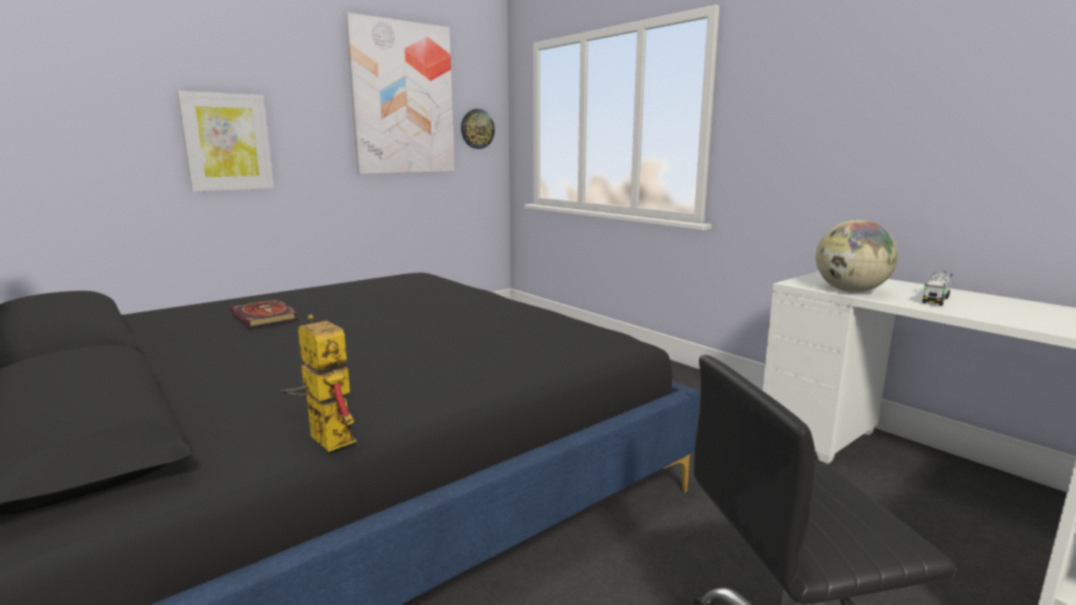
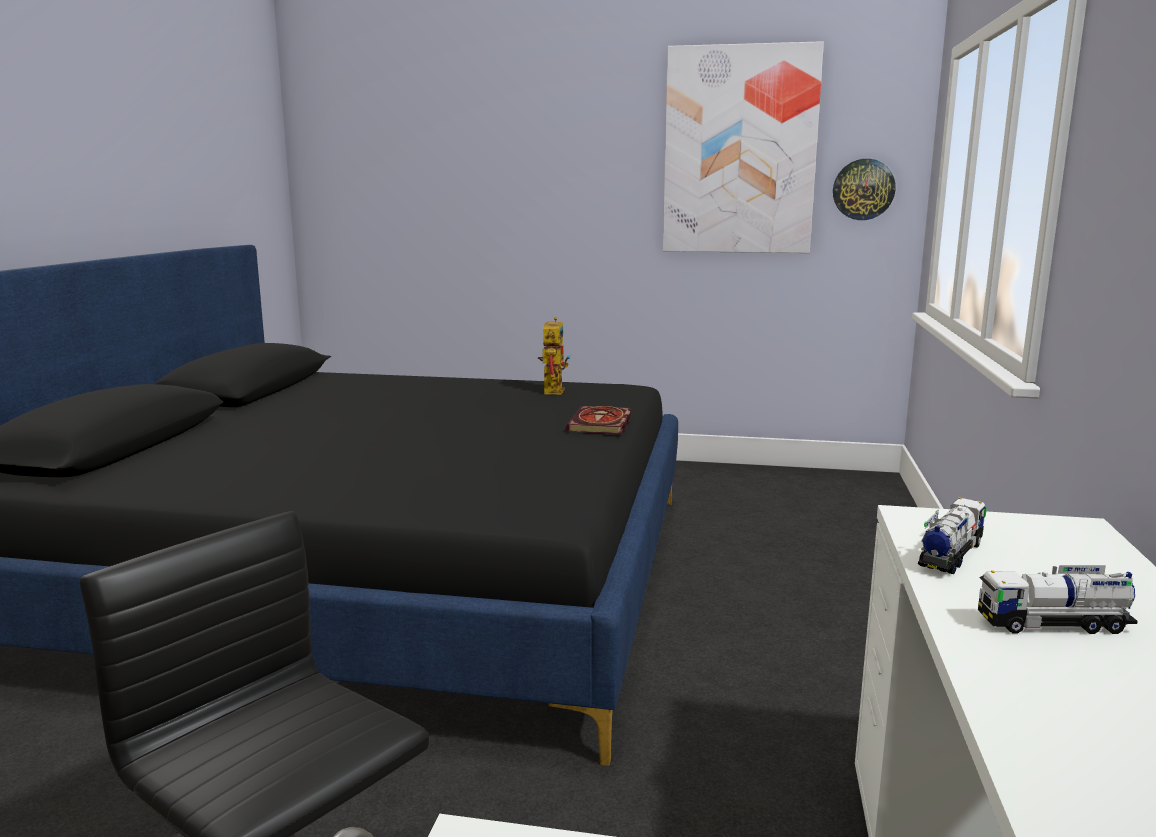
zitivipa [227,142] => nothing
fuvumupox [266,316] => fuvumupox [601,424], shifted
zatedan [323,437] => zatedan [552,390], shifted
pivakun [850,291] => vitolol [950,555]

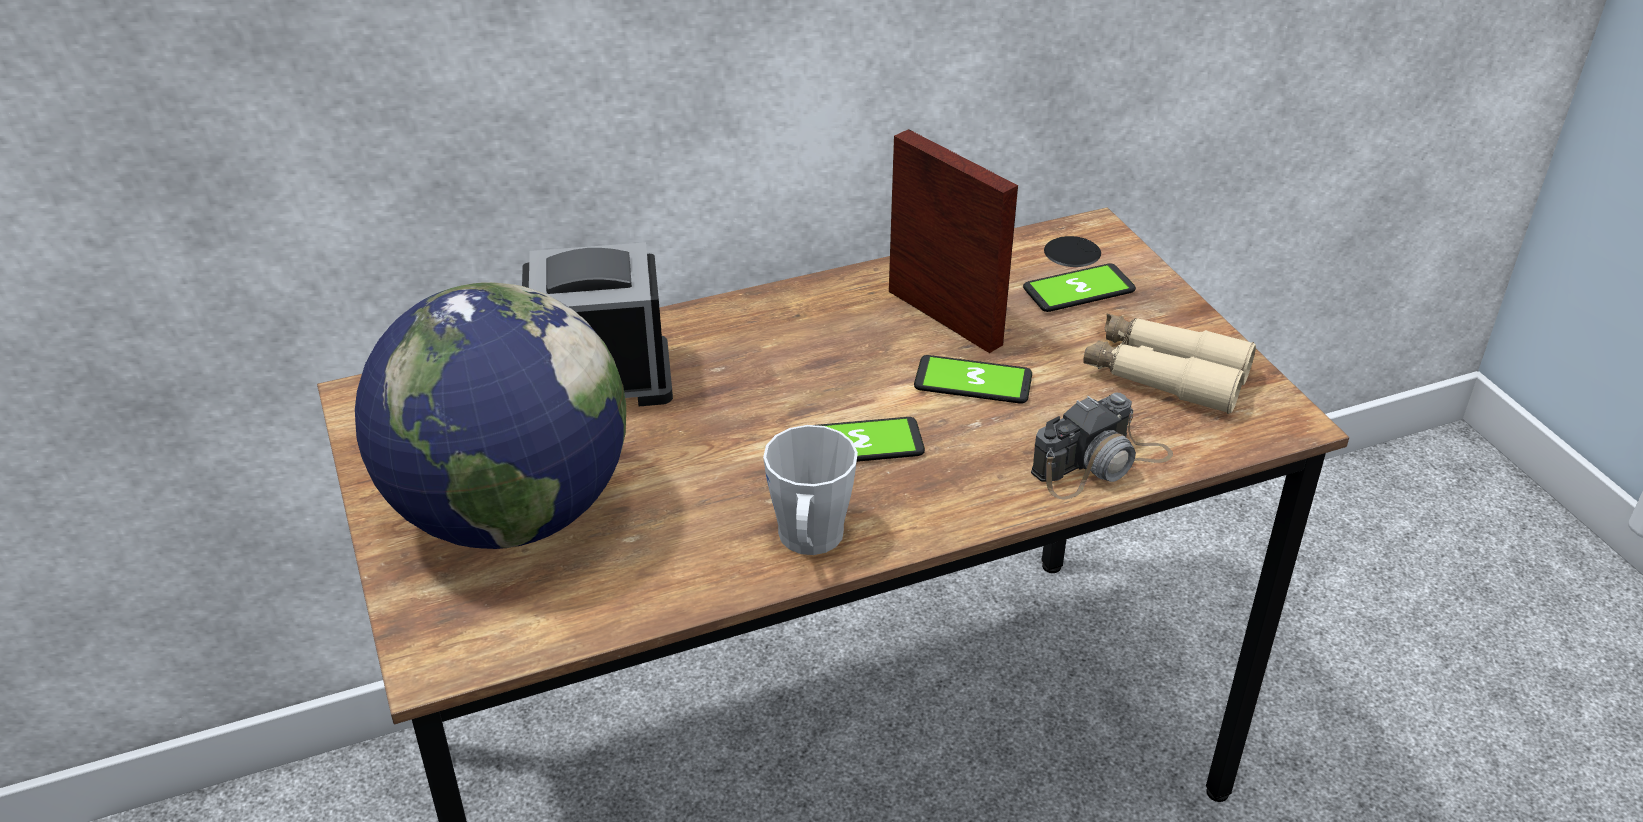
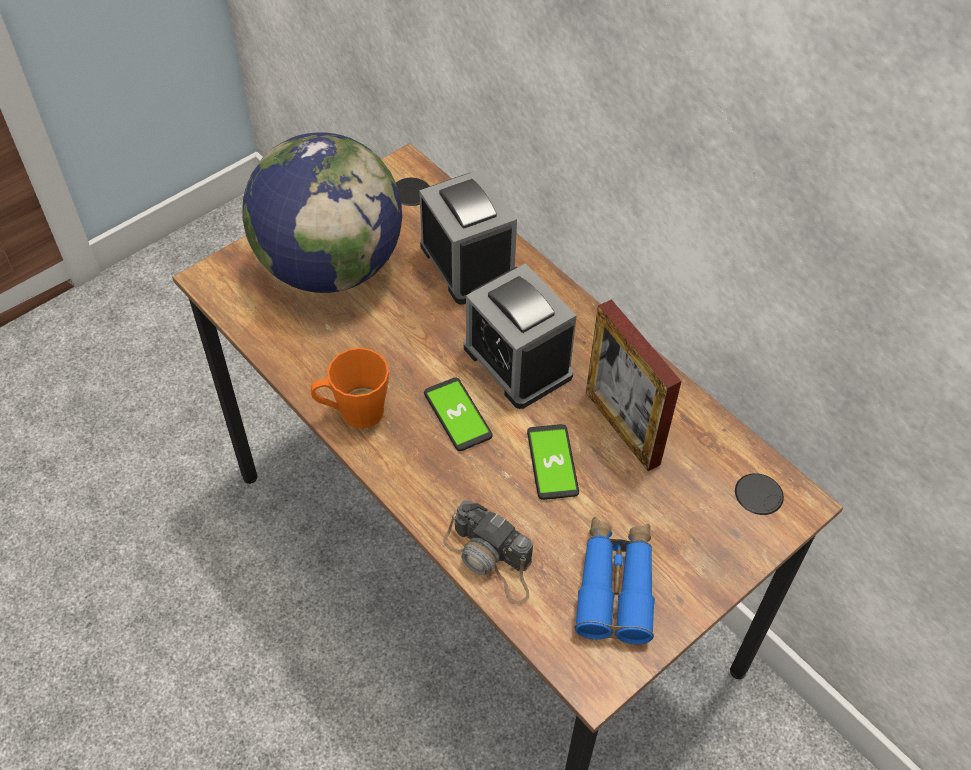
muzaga [1078,290] => nothing
nothing => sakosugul [517,361]
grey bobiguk [809,542] => orange bobiguk [353,412]
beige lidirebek [1164,375] => blue lidirebek [615,585]
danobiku [944,317] => danobiku [622,428], 120 degrees clockwise

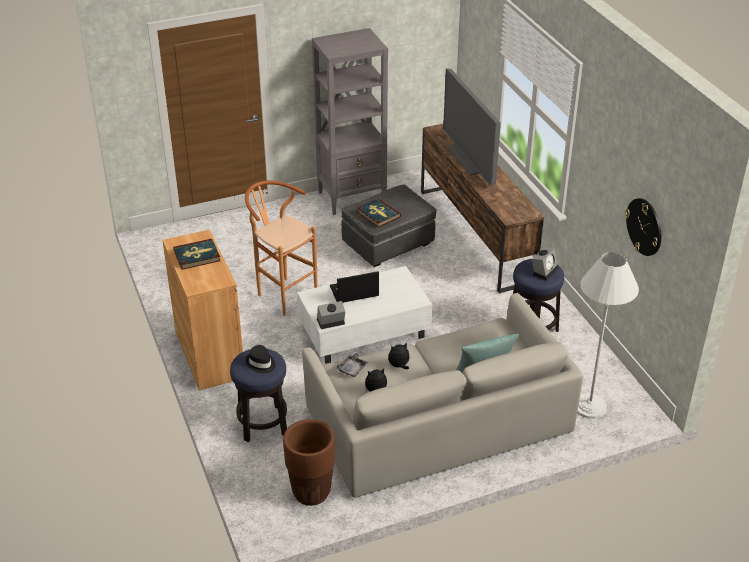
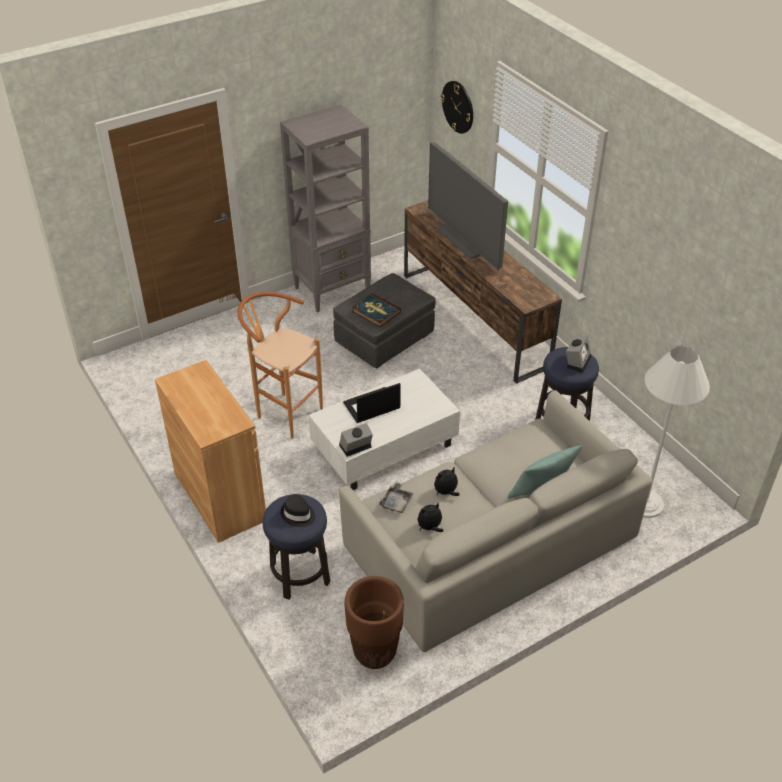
fuvumupox [197,256] => nothing
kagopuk [644,226] => kagopuk [458,107], shifted

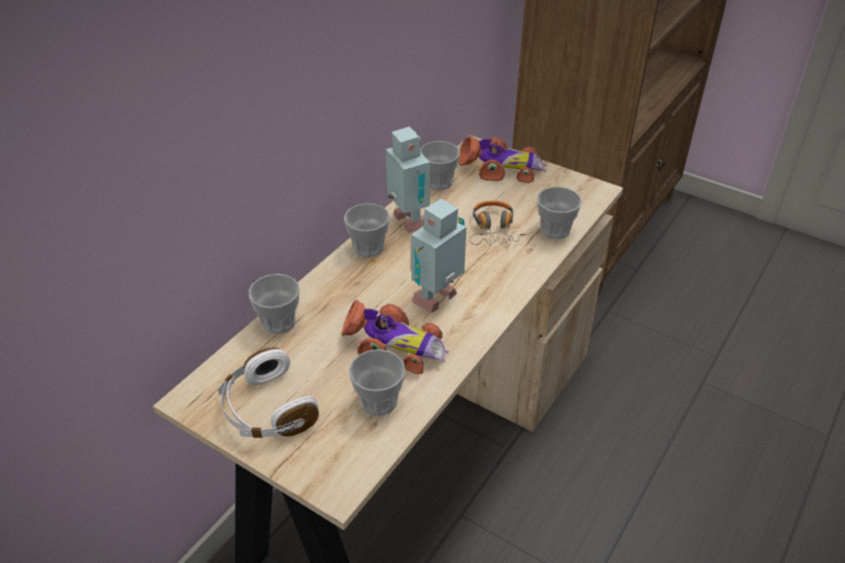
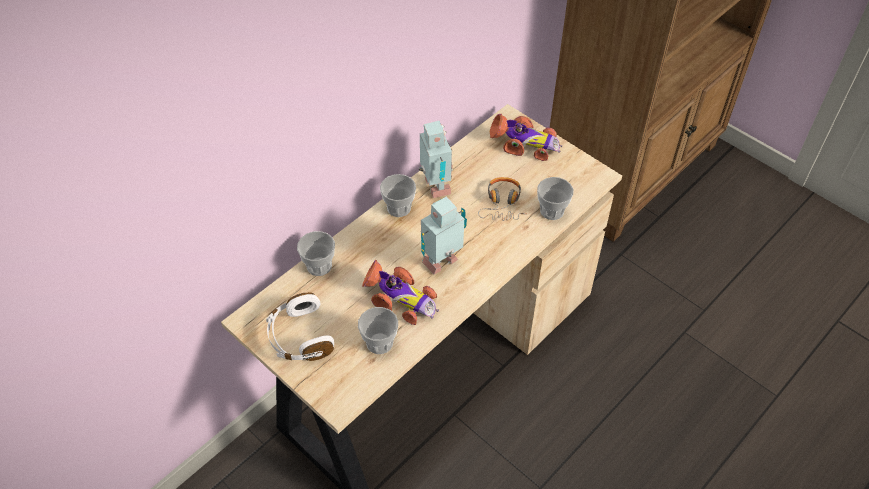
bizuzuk [438,182] => nothing

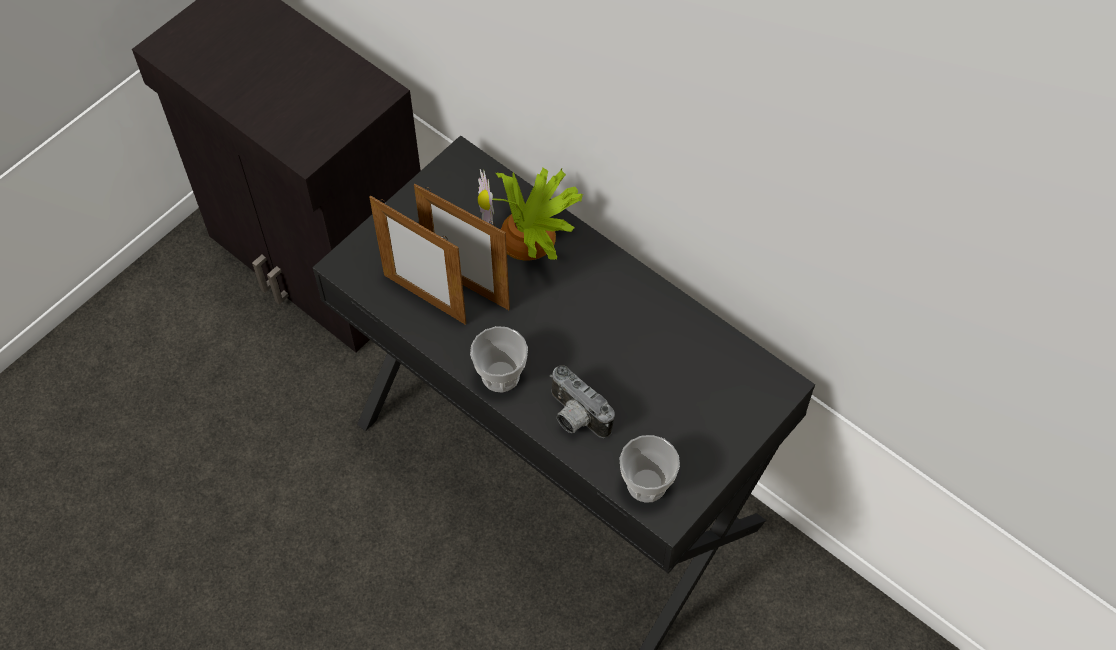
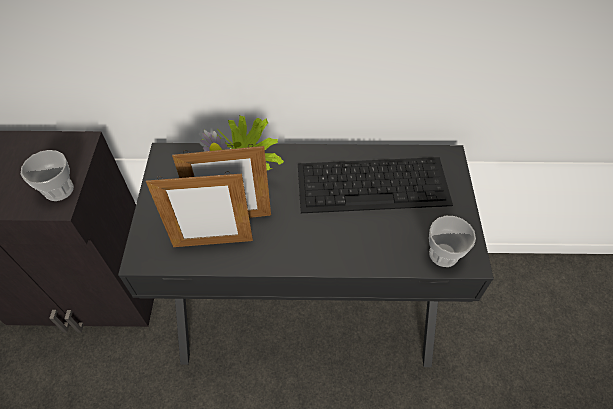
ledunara [575,417] => nothing
nothing => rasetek [374,184]
bizuzuk [500,375] => bizuzuk [59,190], shifted

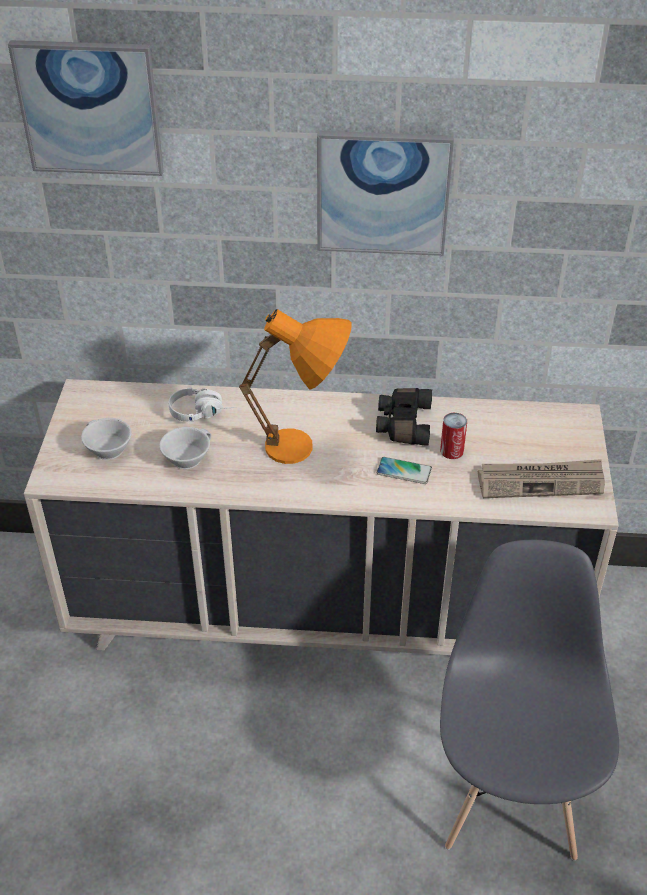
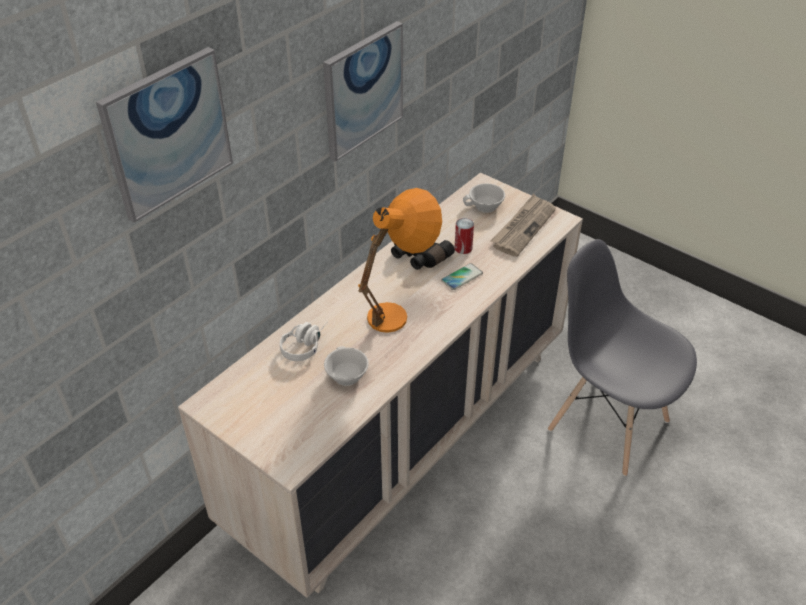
white bizuzuk [106,449] => white bizuzuk [485,207], shifted

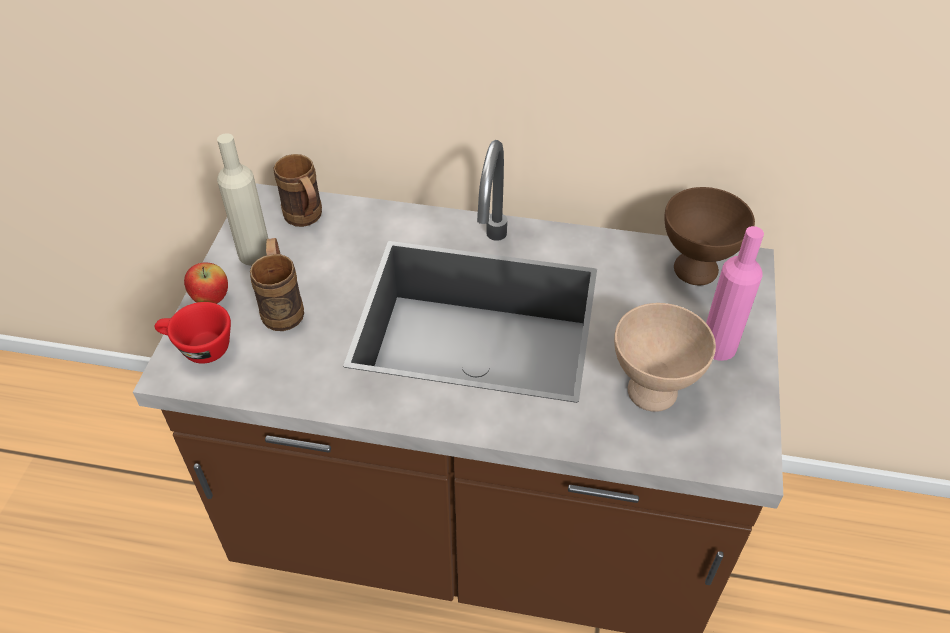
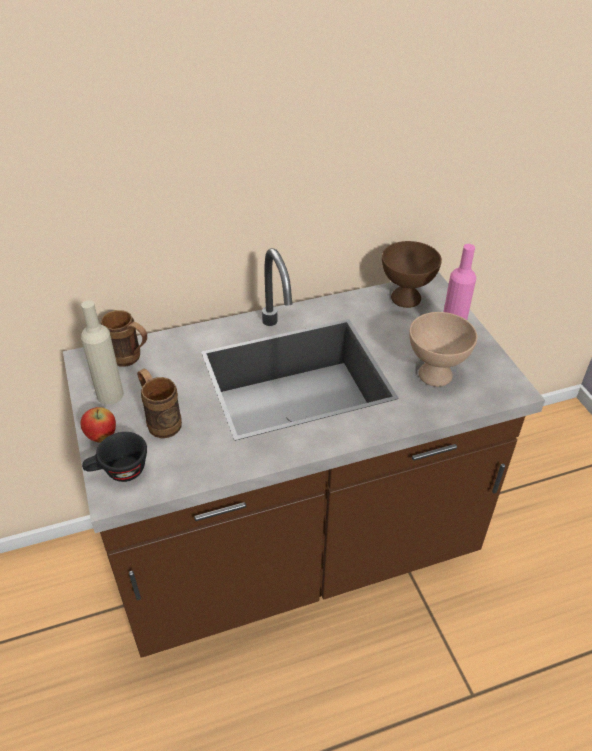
red bizuzuk [198,348] => black bizuzuk [119,472]

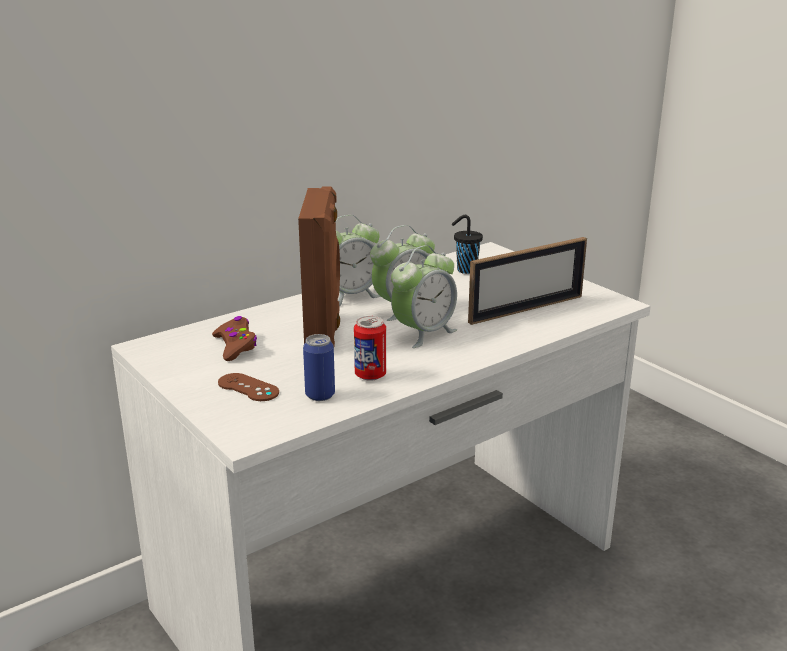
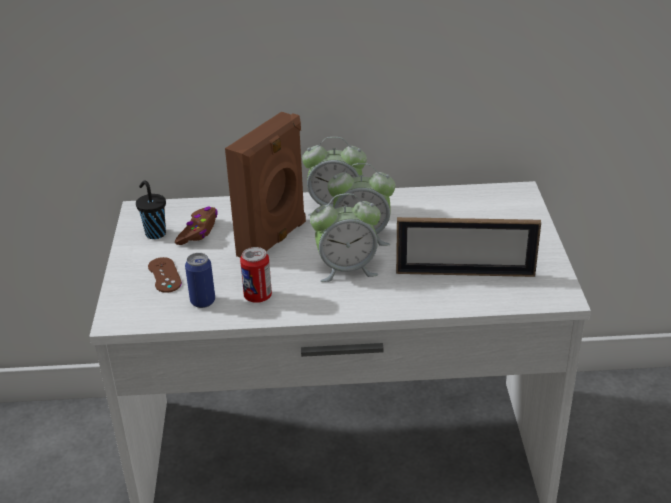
black bizuzuk [465,270] => black bizuzuk [155,233], shifted

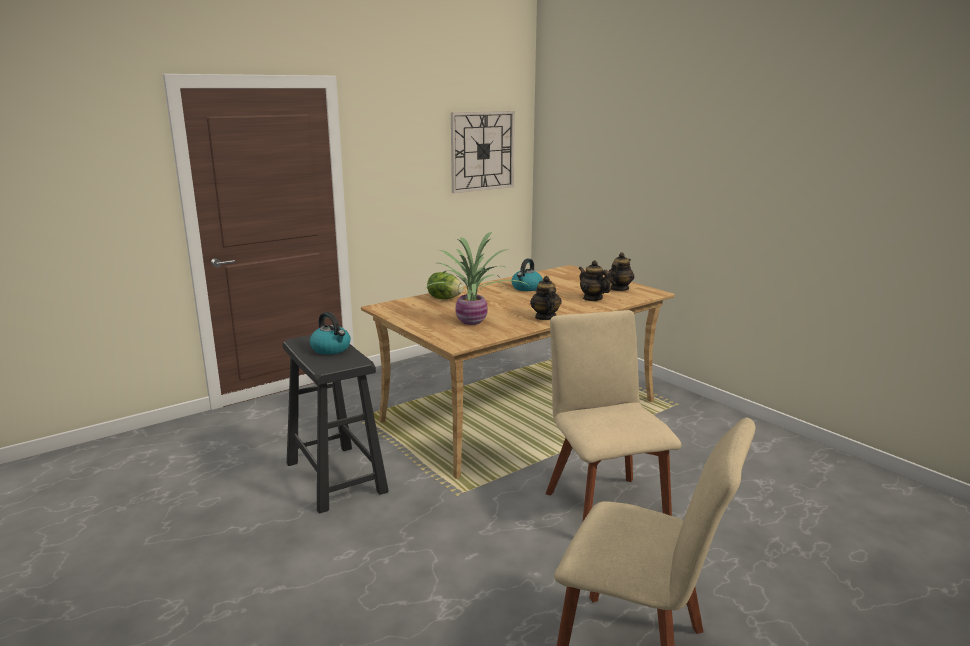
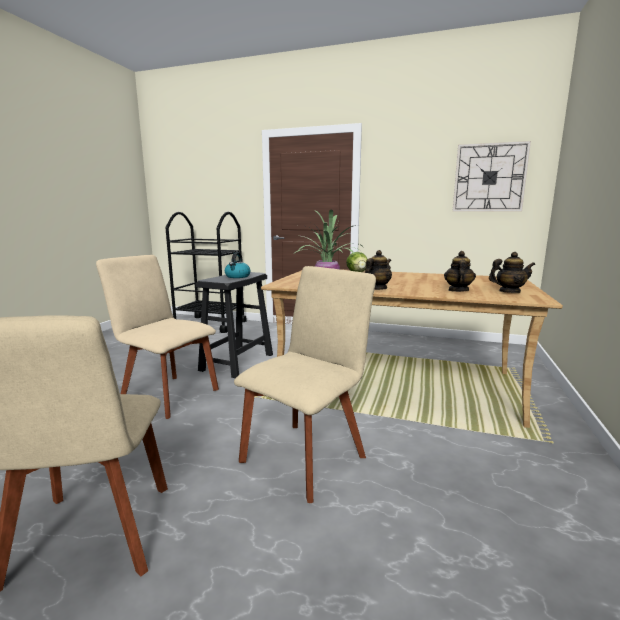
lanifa [526,288] => nothing
nothing => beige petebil [167,395]
nothing => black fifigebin [210,324]

